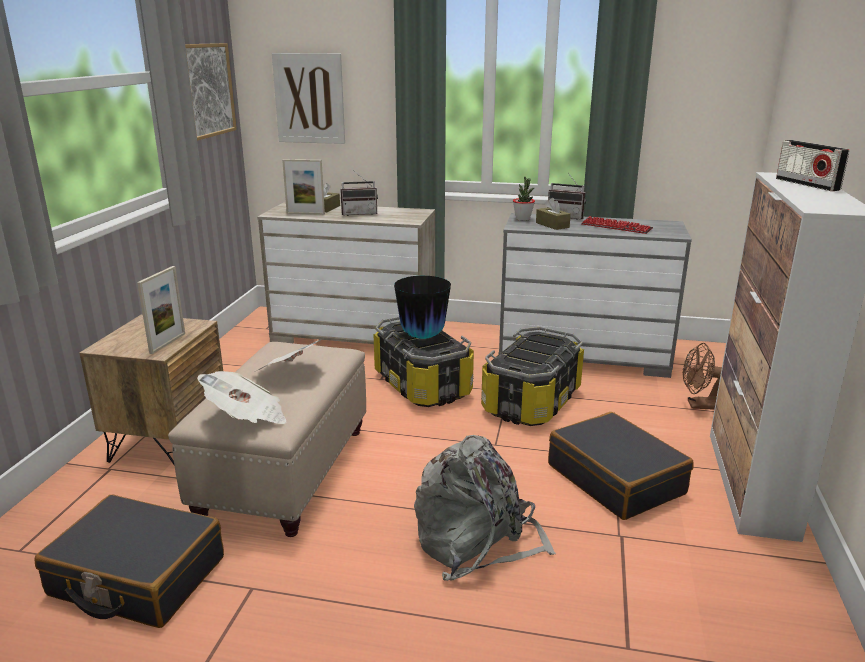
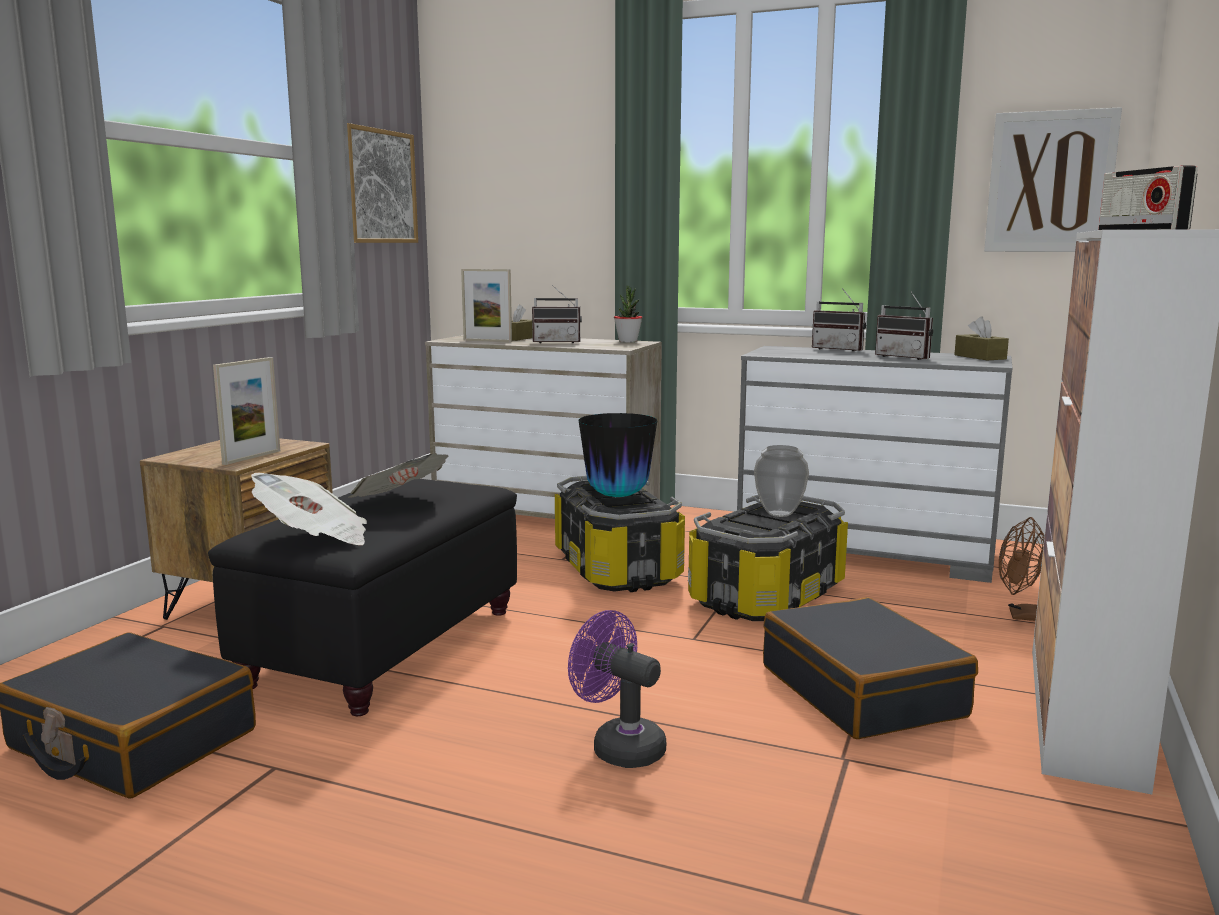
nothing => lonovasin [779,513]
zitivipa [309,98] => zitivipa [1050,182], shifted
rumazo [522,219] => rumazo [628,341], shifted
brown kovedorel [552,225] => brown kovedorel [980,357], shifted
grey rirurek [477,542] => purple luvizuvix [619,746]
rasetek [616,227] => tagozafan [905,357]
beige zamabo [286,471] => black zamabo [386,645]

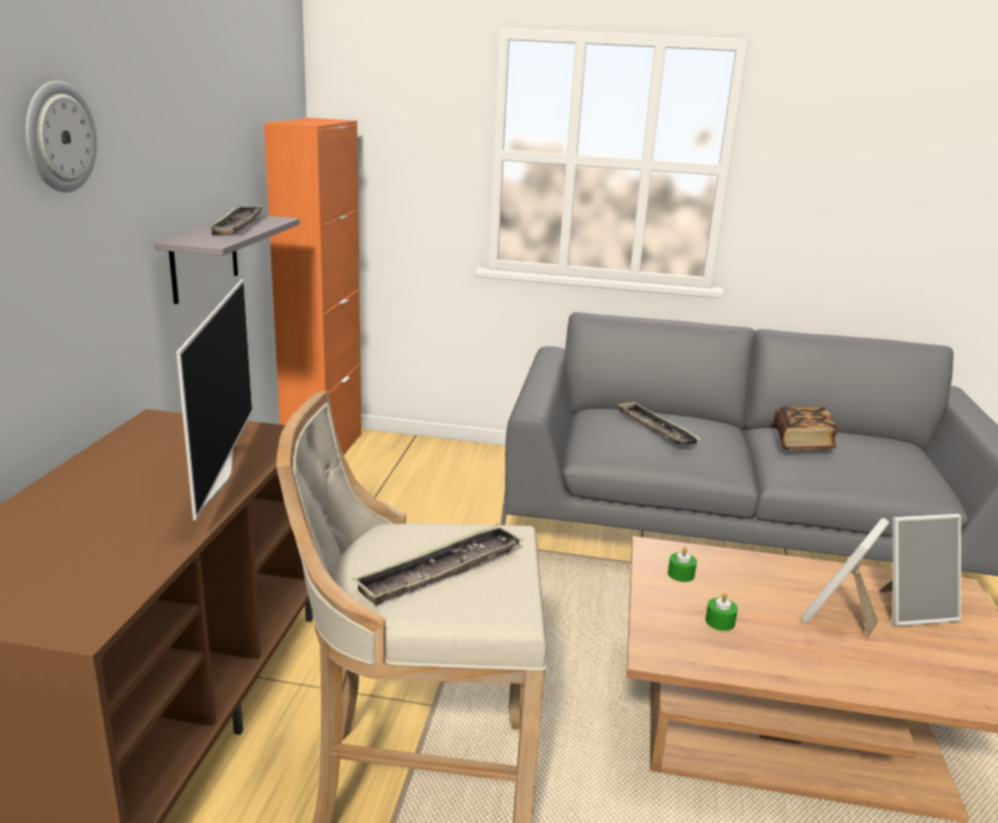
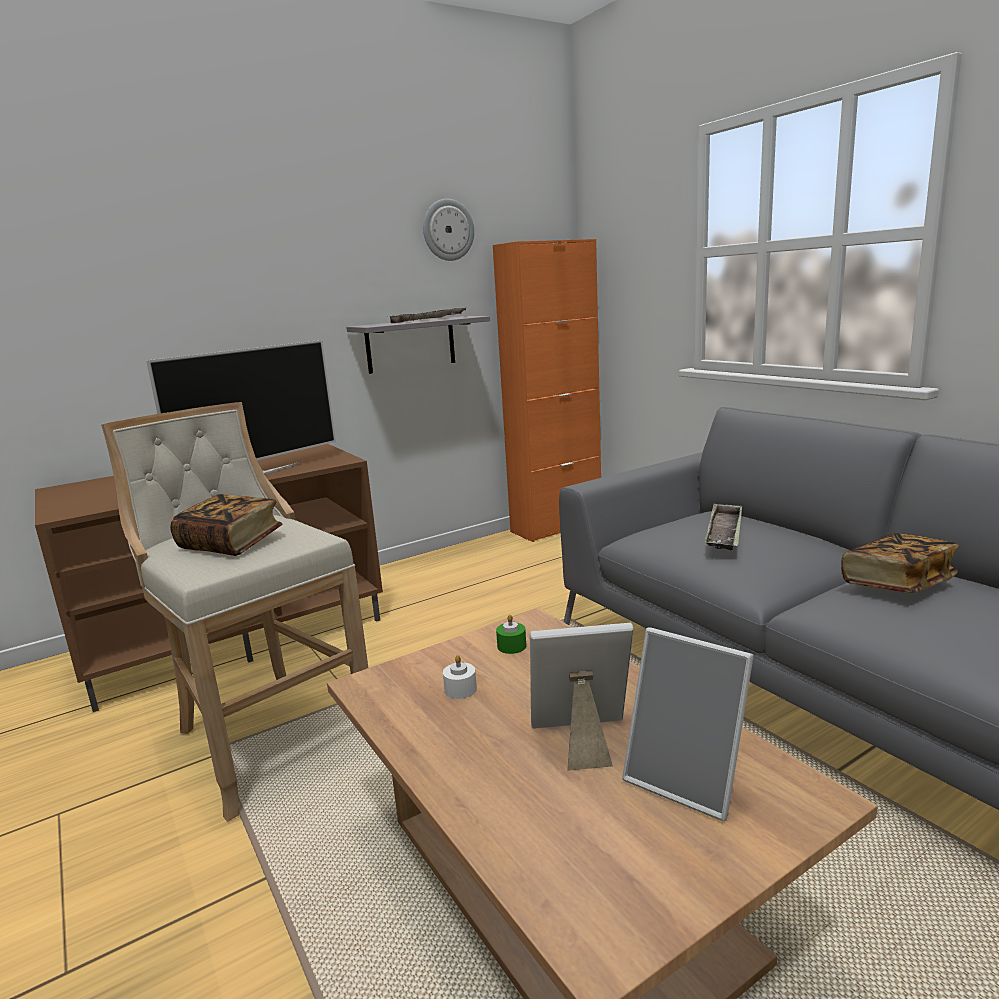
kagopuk [59,137] => kagopuk [448,230], shifted
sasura [440,571] => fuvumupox [231,544]
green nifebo [720,621] => white nifebo [460,689]

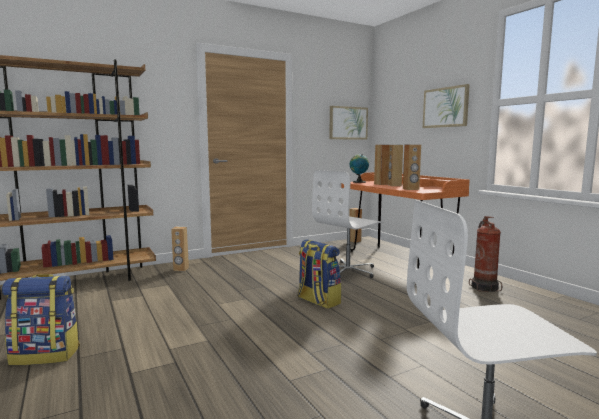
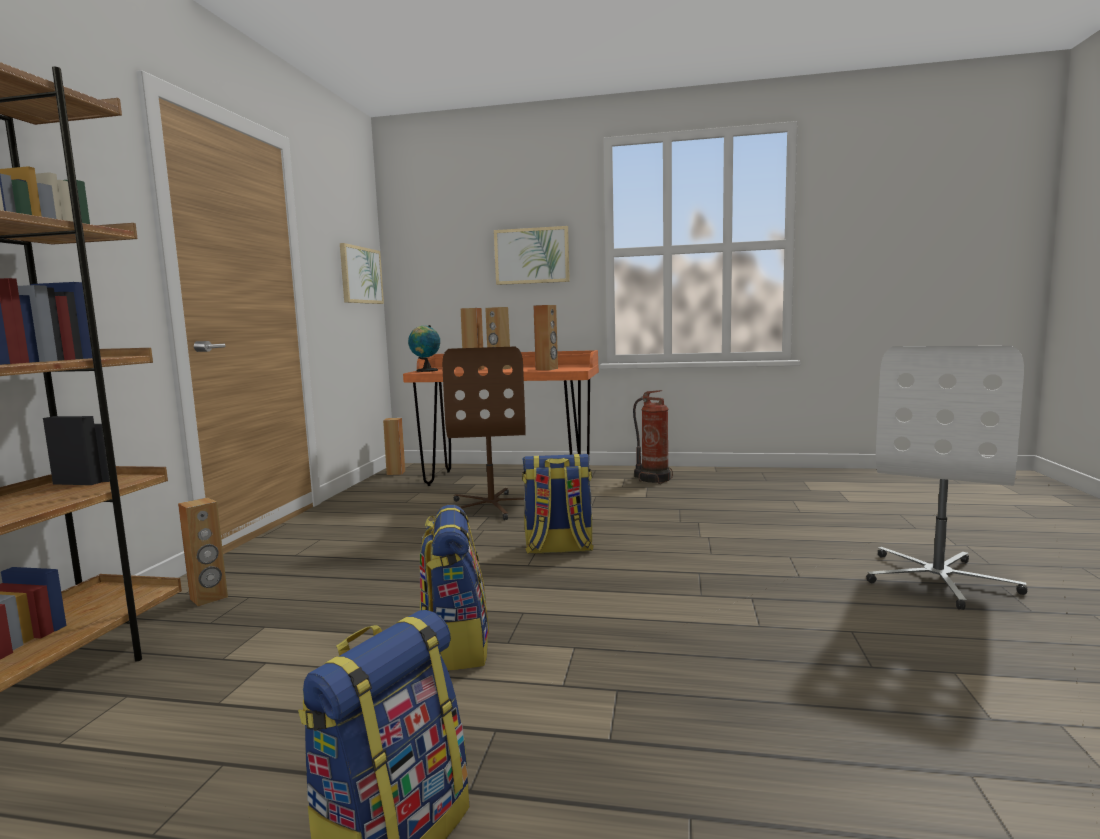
nothing => rirurek [455,646]
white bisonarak [348,271] => brown bisonarak [492,507]

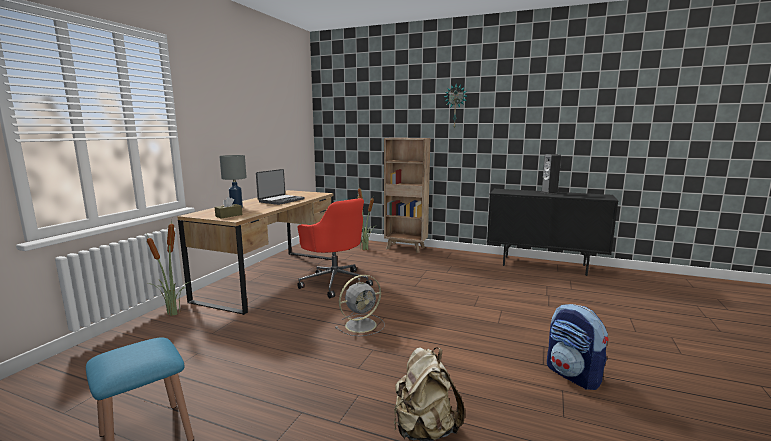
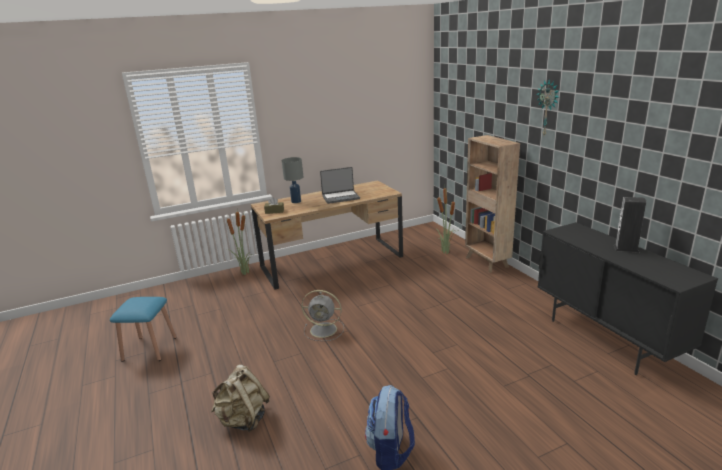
red bisonarak [335,282] => nothing

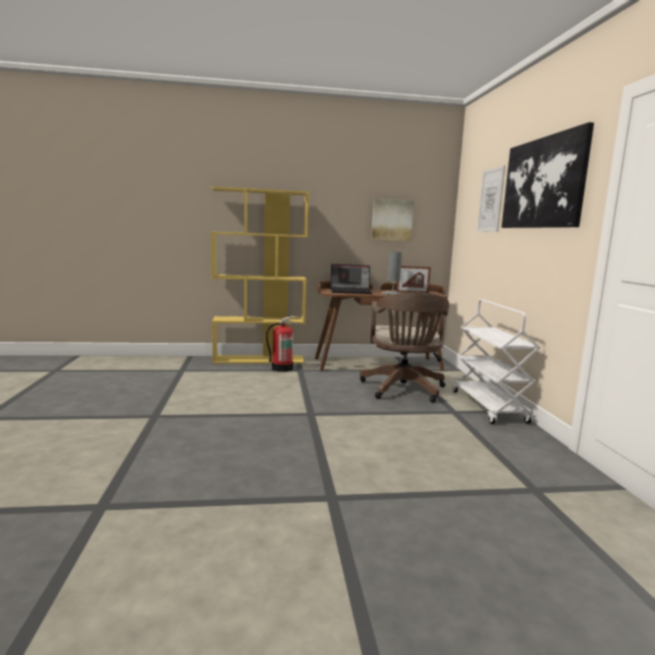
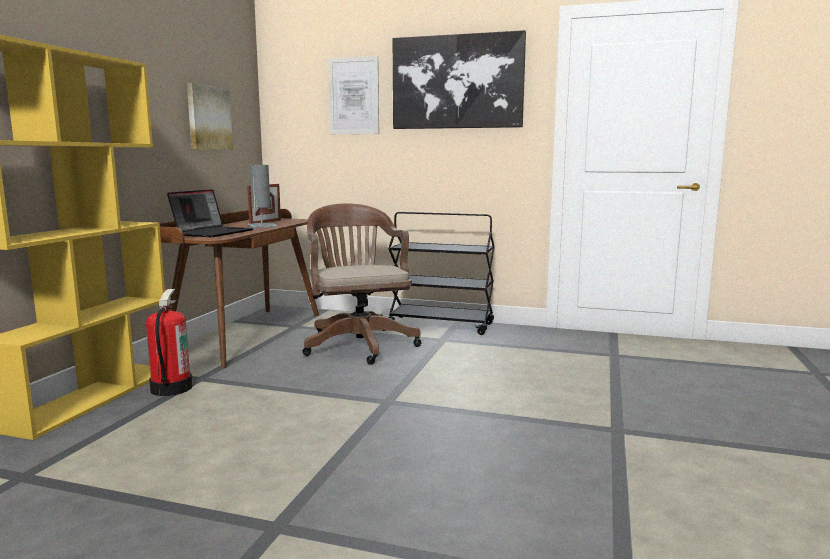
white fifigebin [489,407] => black fifigebin [441,325]
brown bisonarak [403,390] => brown bisonarak [358,343], 135 degrees counterclockwise

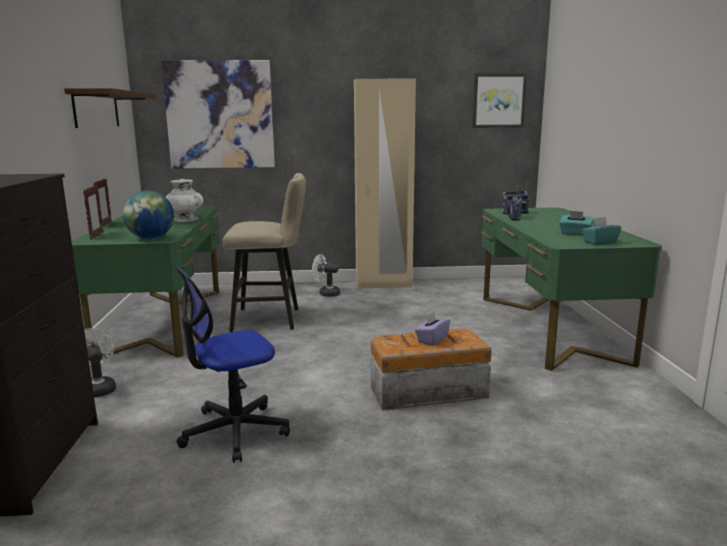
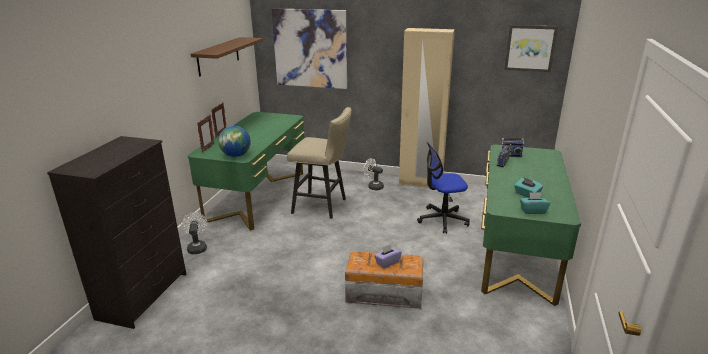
white lonovasin [185,219] => nothing
bisonarak [234,431] => bisonarak [442,220], shifted

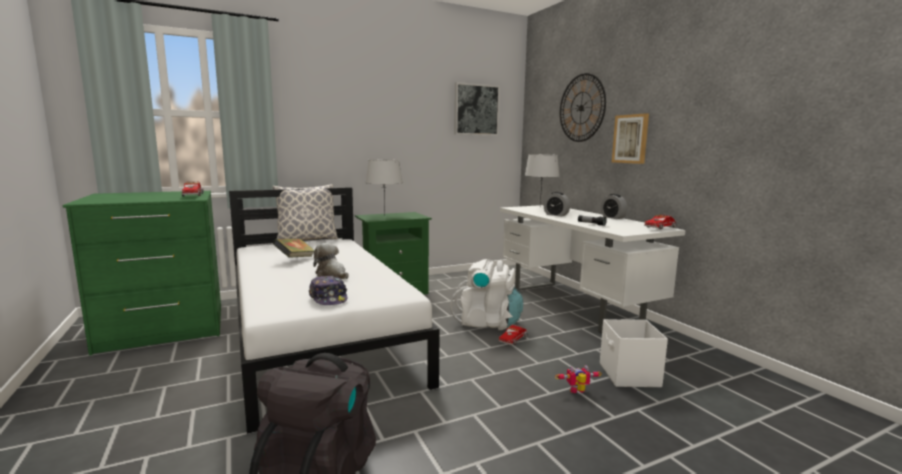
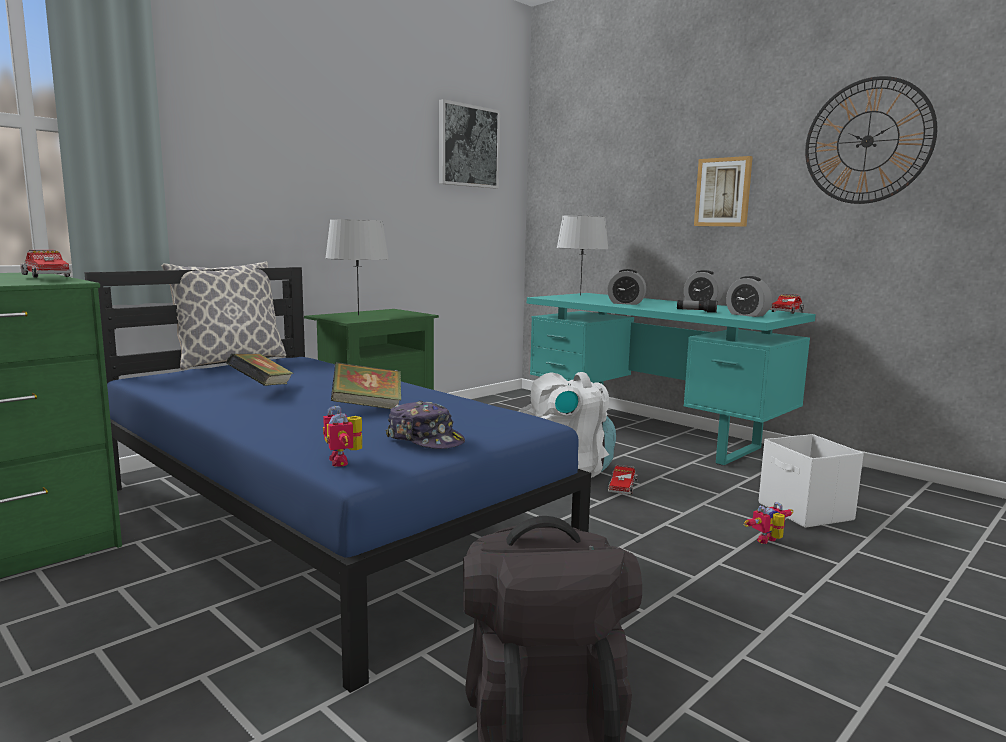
nothing => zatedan [344,461]
nothing => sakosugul [747,315]
kagopuk [581,108] => kagopuk [867,141], shifted
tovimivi [332,274] => fuvumupox [367,407]
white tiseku [319,337] => blue tiseku [320,524]
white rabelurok [574,305] => turquoise rabelurok [653,434]

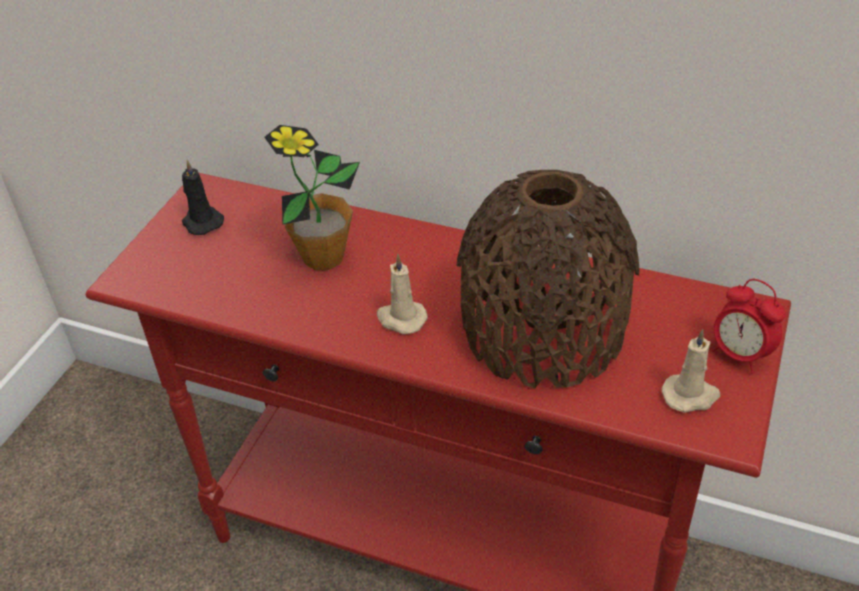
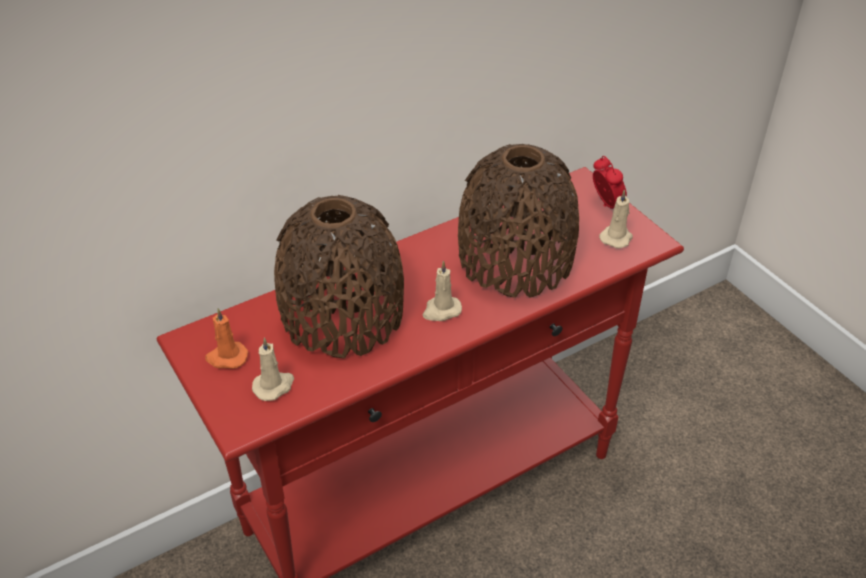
nothing => beige nifebo [274,386]
rumazo [323,257] => brown lonovasin [342,316]
black nifebo [202,222] => orange nifebo [226,357]
sakosugul [739,355] => sakosugul [606,205], 105 degrees counterclockwise

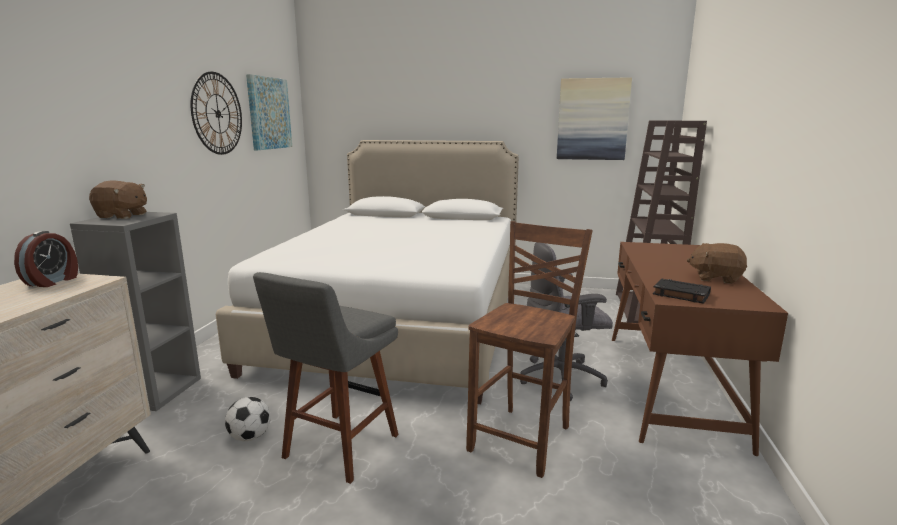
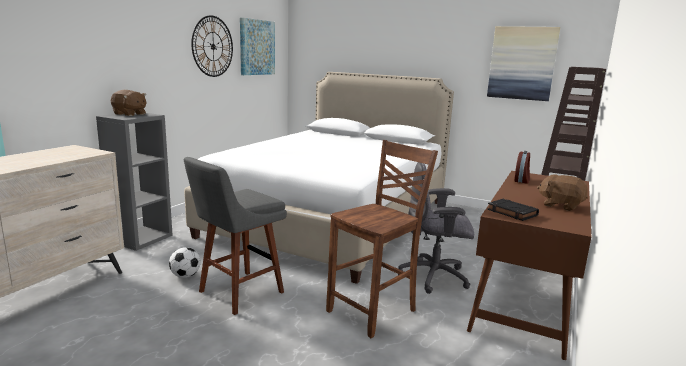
sakosugul [53,281] => sakosugul [522,180], shifted

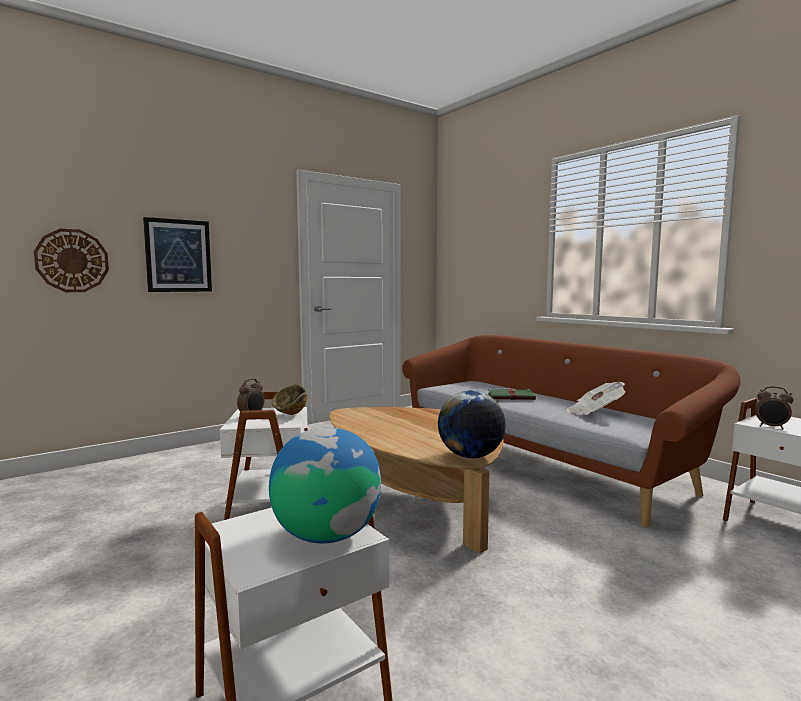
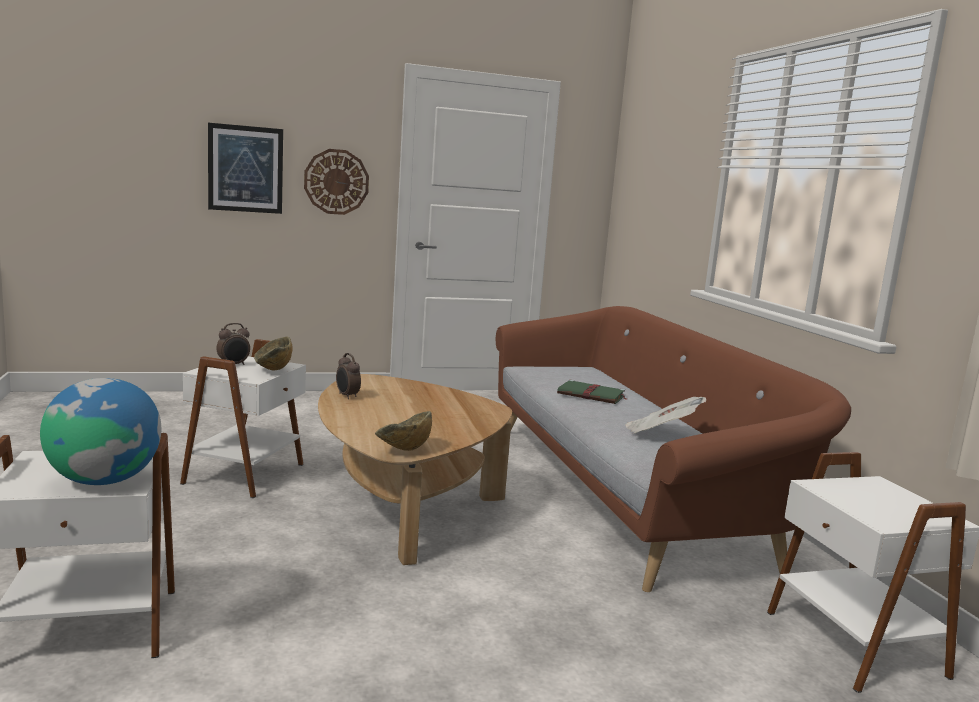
kagopuk [72,261] => kagopuk [336,182], shifted
sakosugul [771,427] => sakosugul [347,396], shifted
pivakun [470,456] => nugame [403,450]

